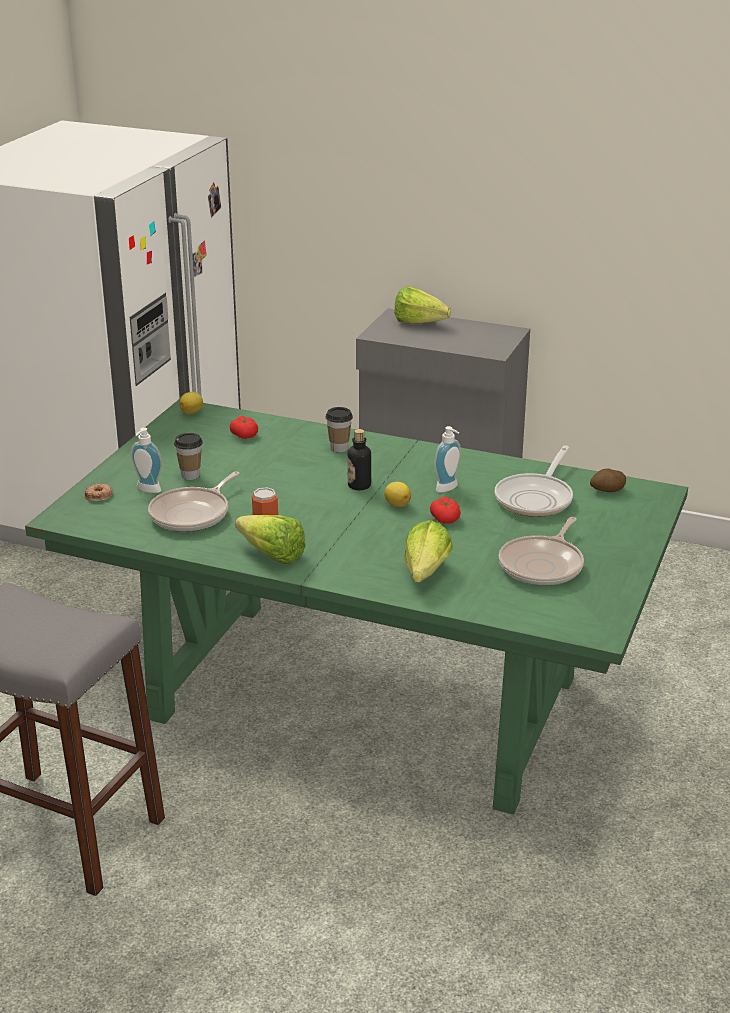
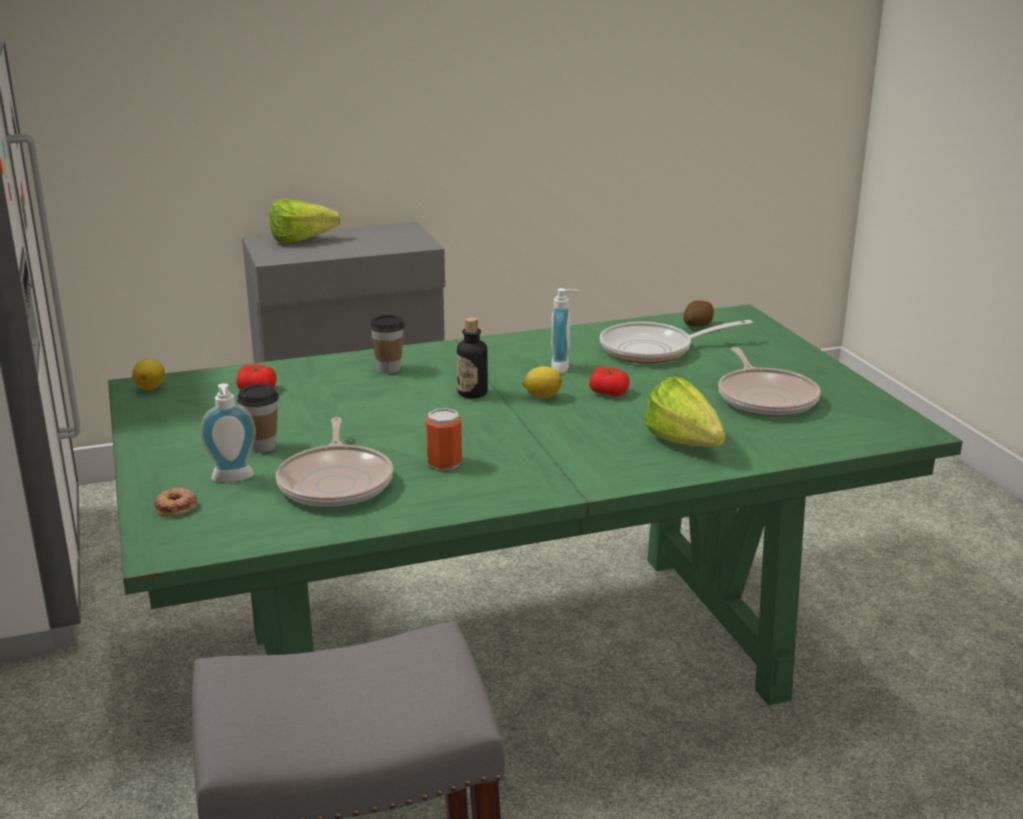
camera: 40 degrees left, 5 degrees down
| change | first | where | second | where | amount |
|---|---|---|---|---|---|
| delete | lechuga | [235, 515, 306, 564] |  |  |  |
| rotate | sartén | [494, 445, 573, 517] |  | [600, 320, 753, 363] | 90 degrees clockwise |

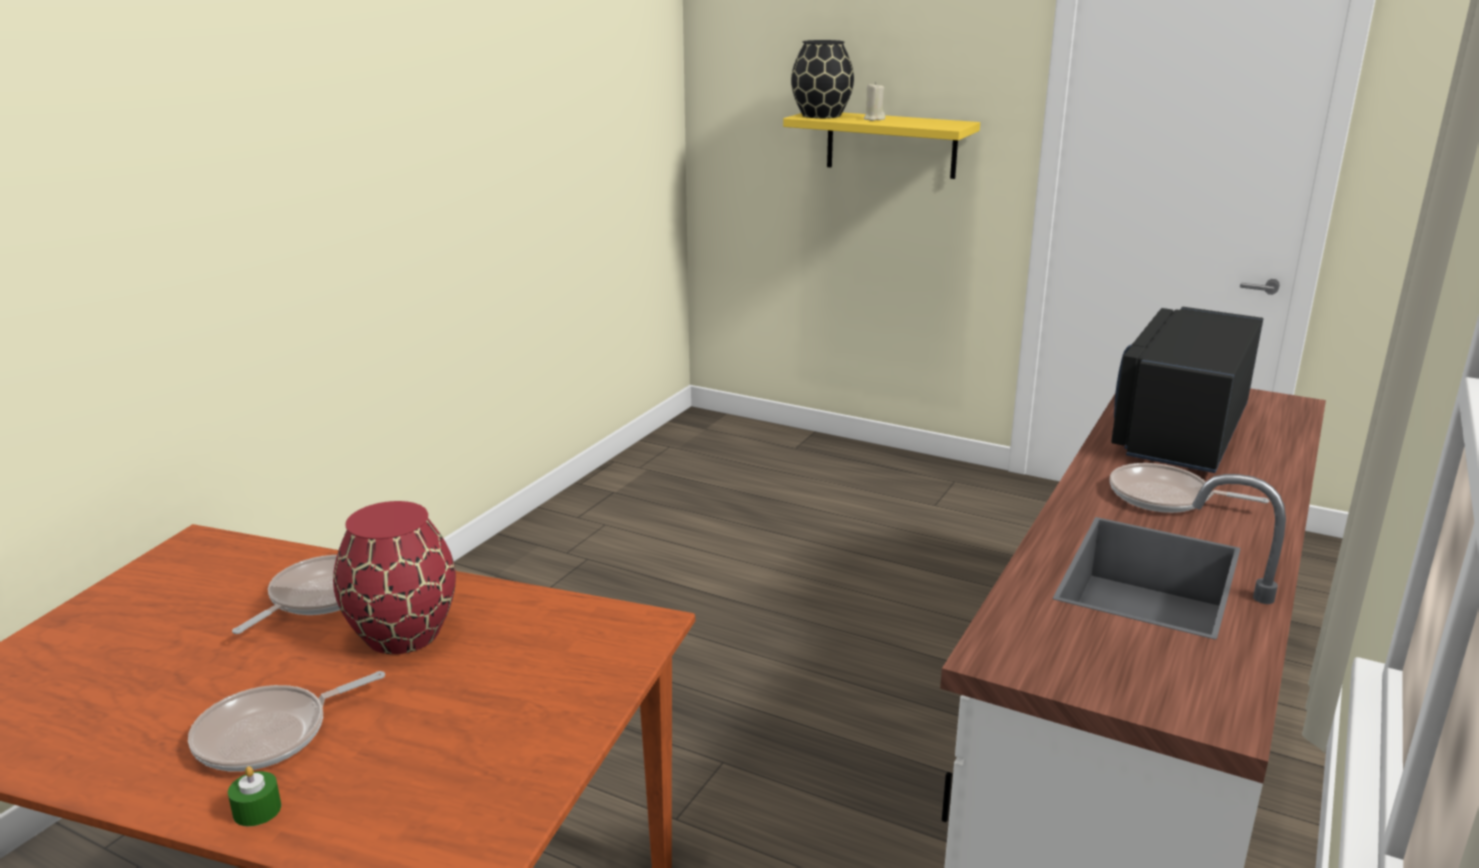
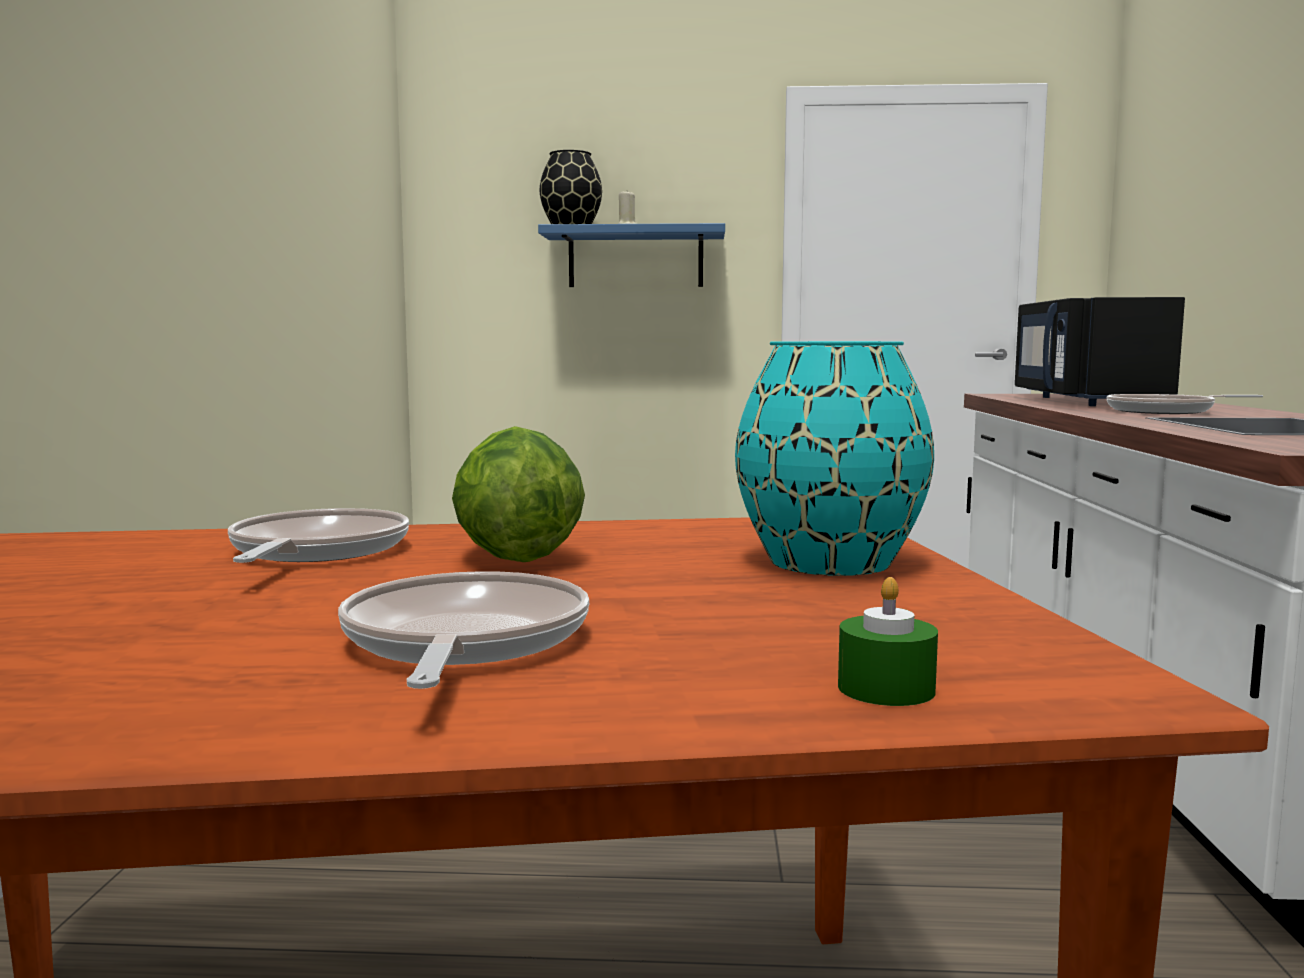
camera: 25 degrees left, 15 degrees down
| change | first | where | second | where | amount |
|---|---|---|---|---|---|
| rotate | sartén | [188, 671, 385, 772] |  | [338, 571, 589, 689] | 150 degrees clockwise |
| move | vela (verde) | [228, 766, 281, 826] |  | [838, 577, 938, 706] |  |
| replace | florero (rojo) | [333, 501, 456, 654] | lechuga | [452, 426, 585, 562] |  |
| recolor | estante (amarillo) | [783, 113, 980, 179] | estante (azul) | [538, 223, 725, 287] |  |
| insert |  |  | florero (turquesa) | [735, 341, 934, 576] |  |

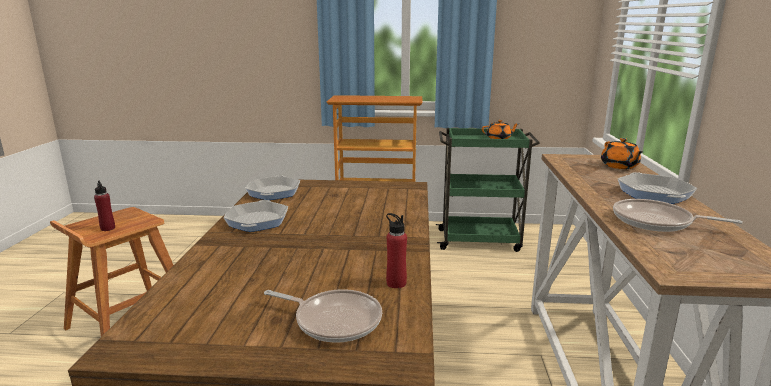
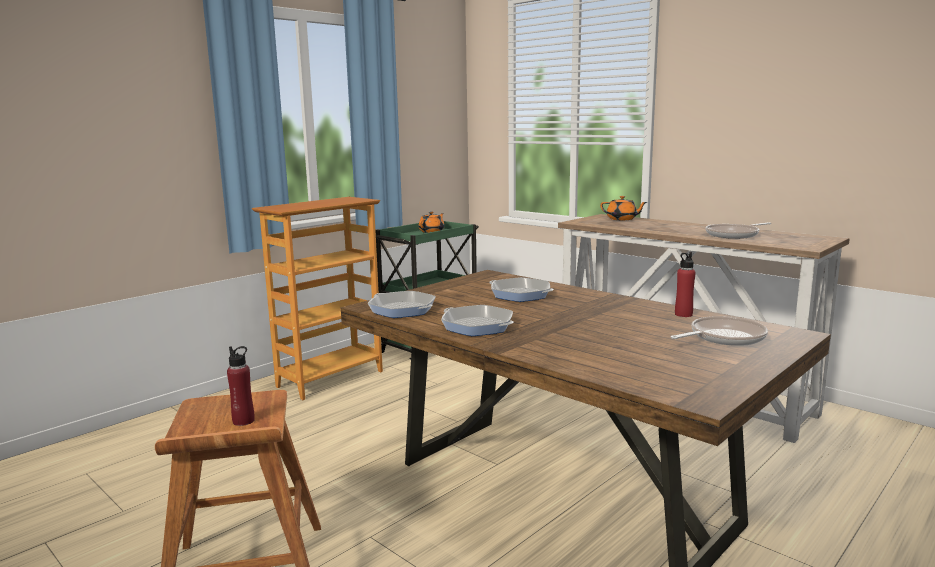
camera: 50 degrees left, 5 degrees down
| change | first | where | second | where | amount |
|---|---|---|---|---|---|
| move | sartén | [618, 172, 697, 204] |  | [489, 277, 554, 302] |  |

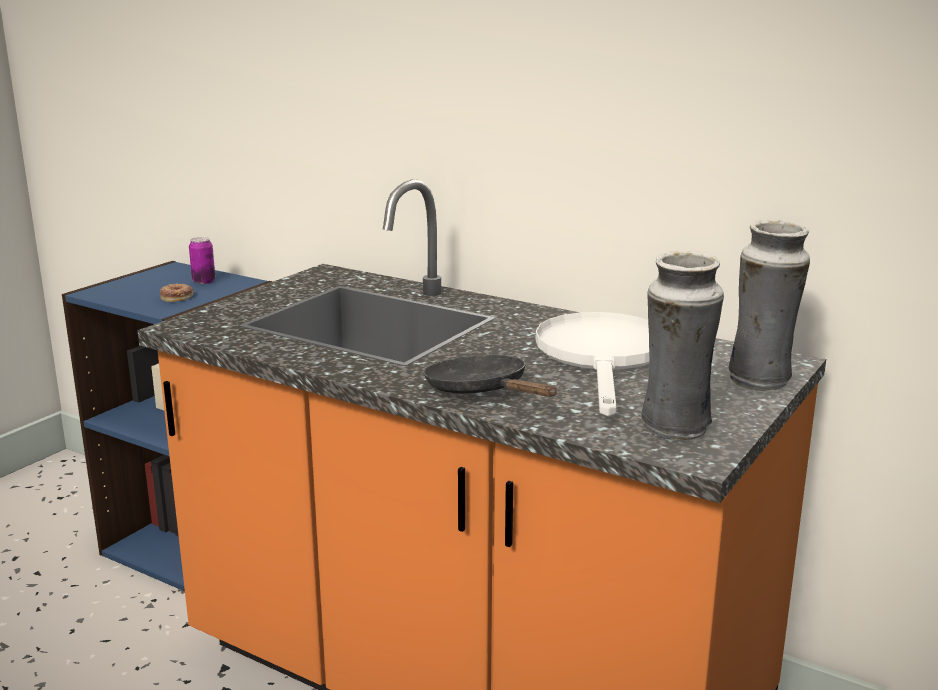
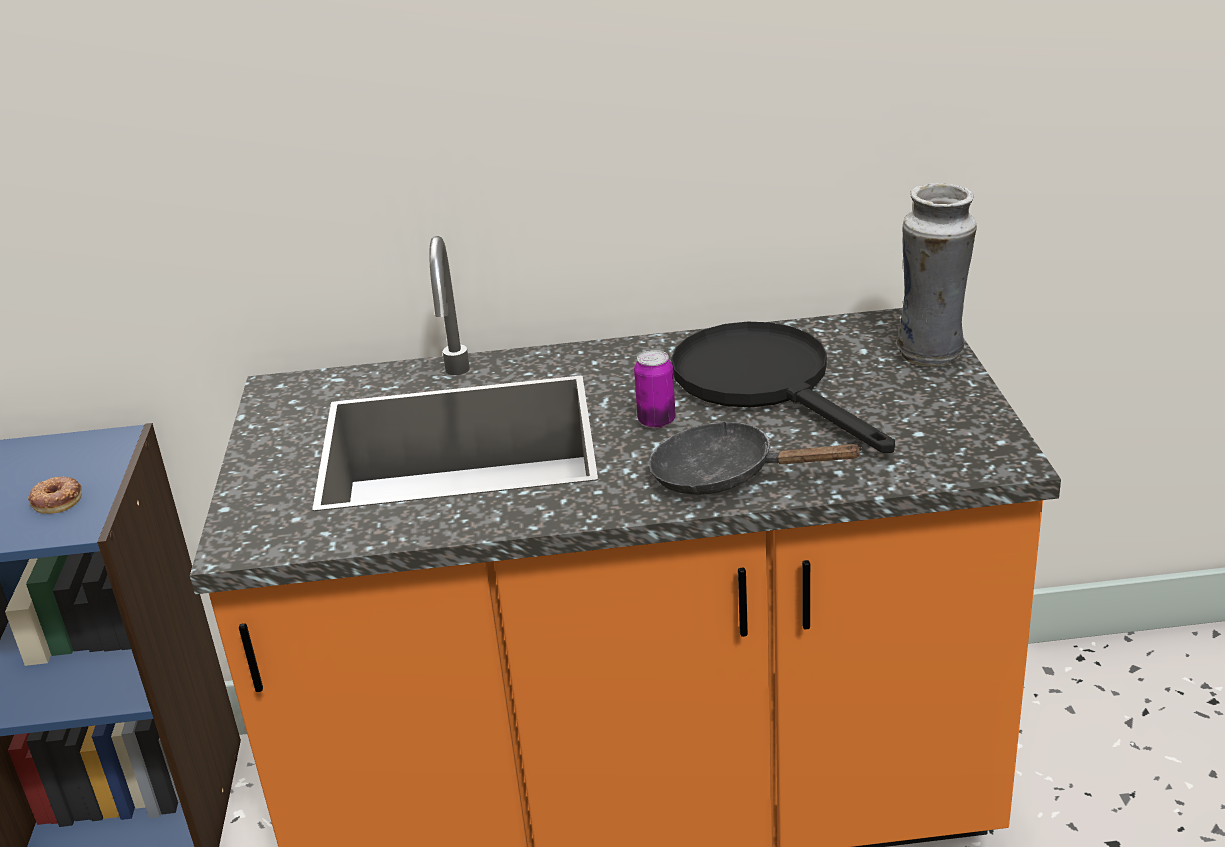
camera: 35 degrees left, 10 degrees up
| change | first | where | second | where | amount |
|---|---|---|---|---|---|
| move | lata | [189, 237, 215, 284] |  | [634, 350, 676, 429] |  |
| recolor | sartén (blanco) | [536, 312, 649, 416] | sartén (negro) | [671, 322, 895, 453] |  |
| delete | florero | [641, 251, 724, 440] |  |  |  |

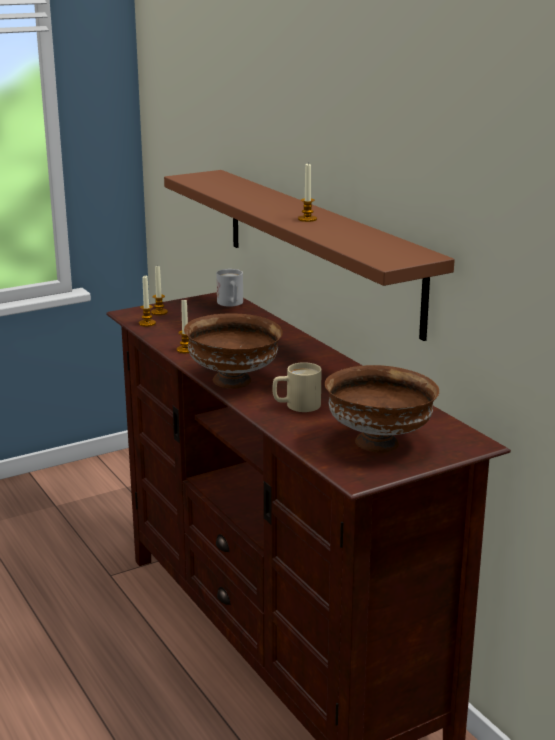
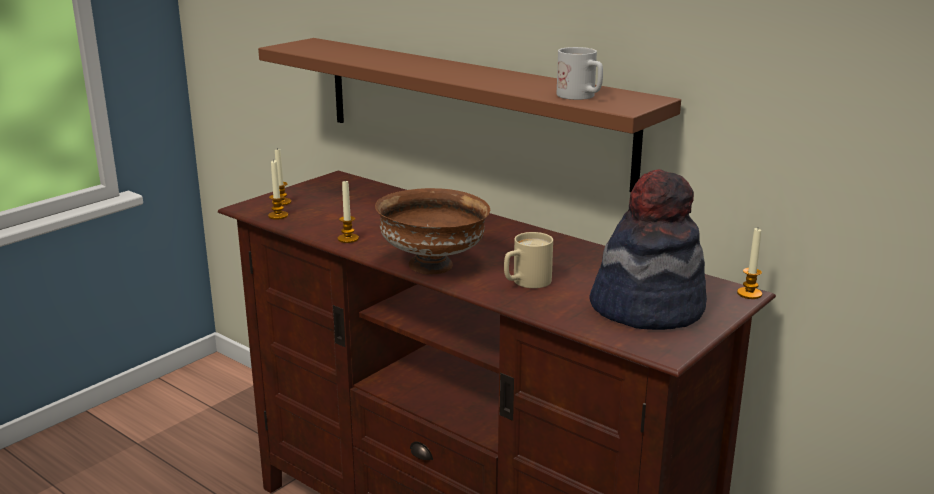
camera: 20 degrees left, 0 degrees up
| change | first | where | second | where | amount |
|---|---|---|---|---|---|
| move | taza grande (blanco) | [216, 269, 243, 307] |  | [557, 47, 603, 100] |  |
| move | vela | [298, 164, 317, 222] |  | [737, 228, 762, 299] |  |
| replace | cuenco (marrón) | [324, 365, 439, 453] | sombrero | [589, 169, 707, 330] |  |

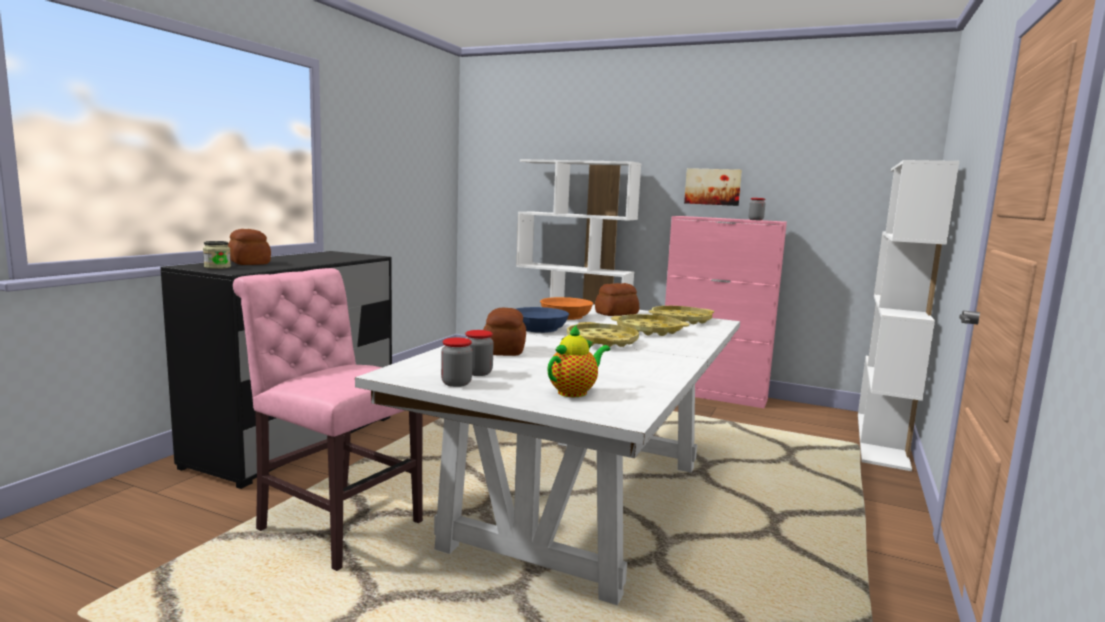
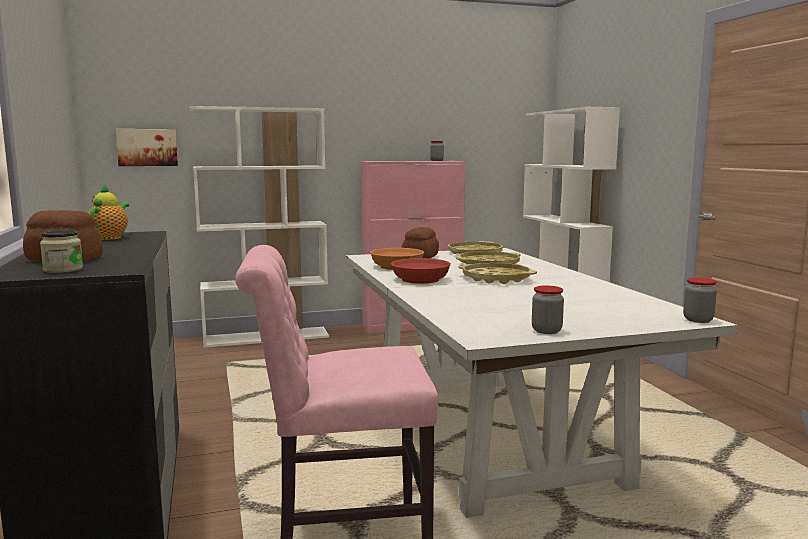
camera: 40 degrees left, 0 degrees up
| change | first | where | second | where | amount |
|---|---|---|---|---|---|
| move | tarro | [465, 330, 494, 376] |  | [683, 277, 717, 323] |  |
| delete | pan | [483, 308, 526, 356] |  |  |  |
| recolor | cuenco (azul) | [516, 307, 569, 333] | cuenco (rojo) | [391, 258, 451, 284] |  |
| move | tetera | [547, 325, 610, 397] |  | [88, 184, 129, 240] |  |
| move | cuadro | [684, 168, 742, 206] |  | [116, 129, 178, 166] |  |

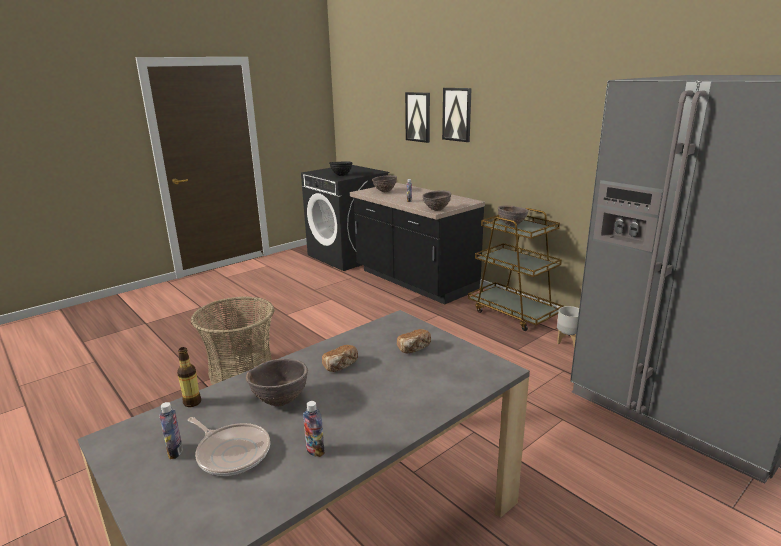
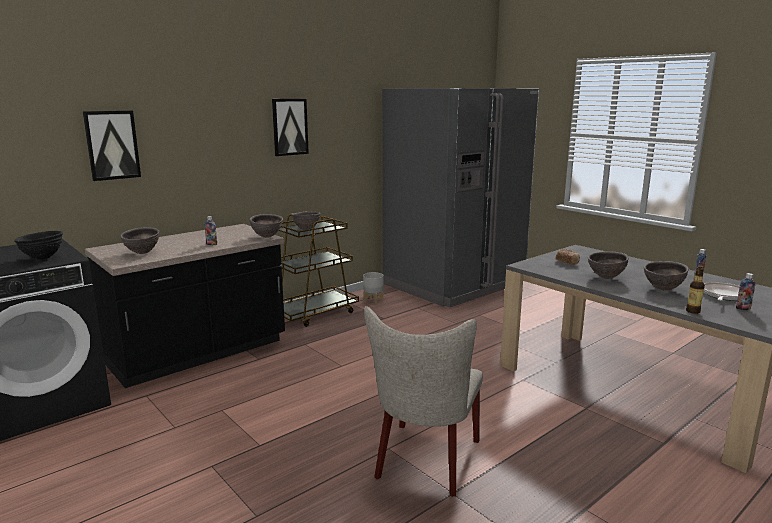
camera: 90 degrees left, 5 degrees down
| change | first | where | second | where | amount |
|---|---|---|---|---|---|
| replace | cesta | [191, 296, 275, 385] | silla (beis) | [364, 306, 483, 497] |  |
| replace | pan | [322, 345, 358, 372] | cuenco (marrón) | [588, 251, 629, 279] |  |
| move | cuadro | [442, 88, 472, 142] |  | [272, 99, 309, 156] |  |

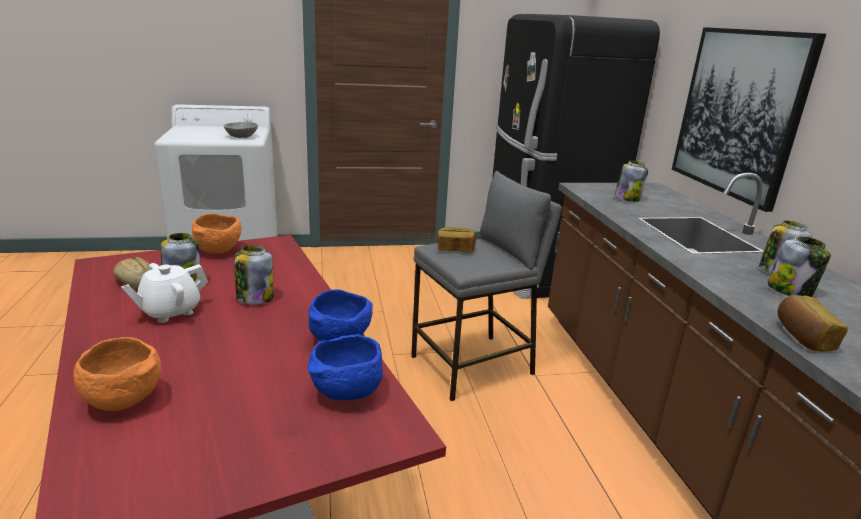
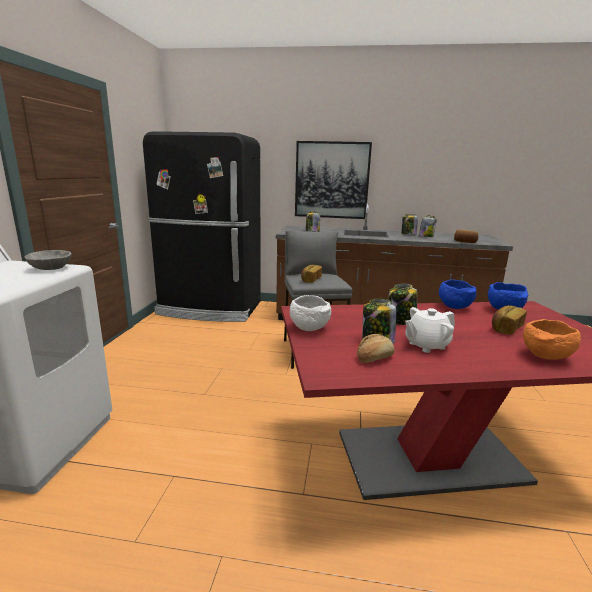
camera: 70 degrees left, 5 degrees down
| change | first | where | second | where | amount |
|---|---|---|---|---|---|
| rotate | tetera (blanco) | [121, 263, 208, 323] |  | [405, 307, 455, 353] | 90 degrees clockwise |
| recolor | cuenco (naranja) | [192, 213, 242, 254] | cuenco (blanco) | [290, 295, 331, 331] |  |
| insert |  |  | pan | [492, 305, 527, 335] |  |

